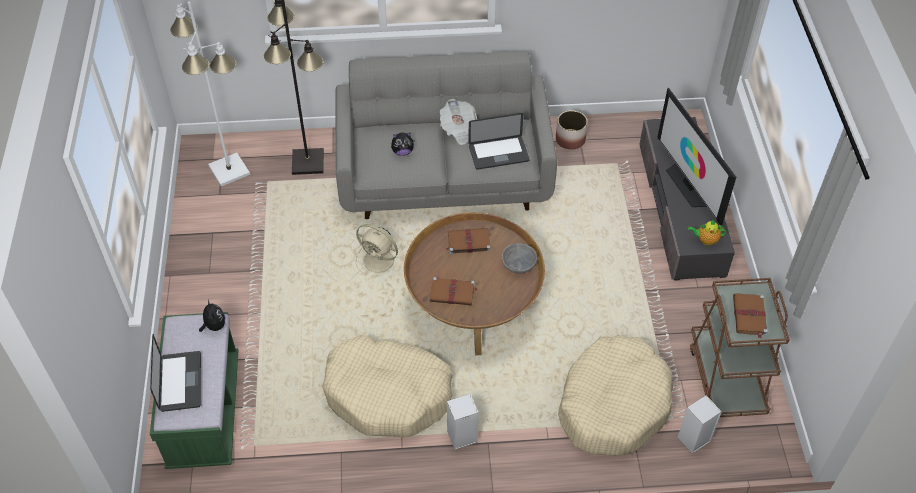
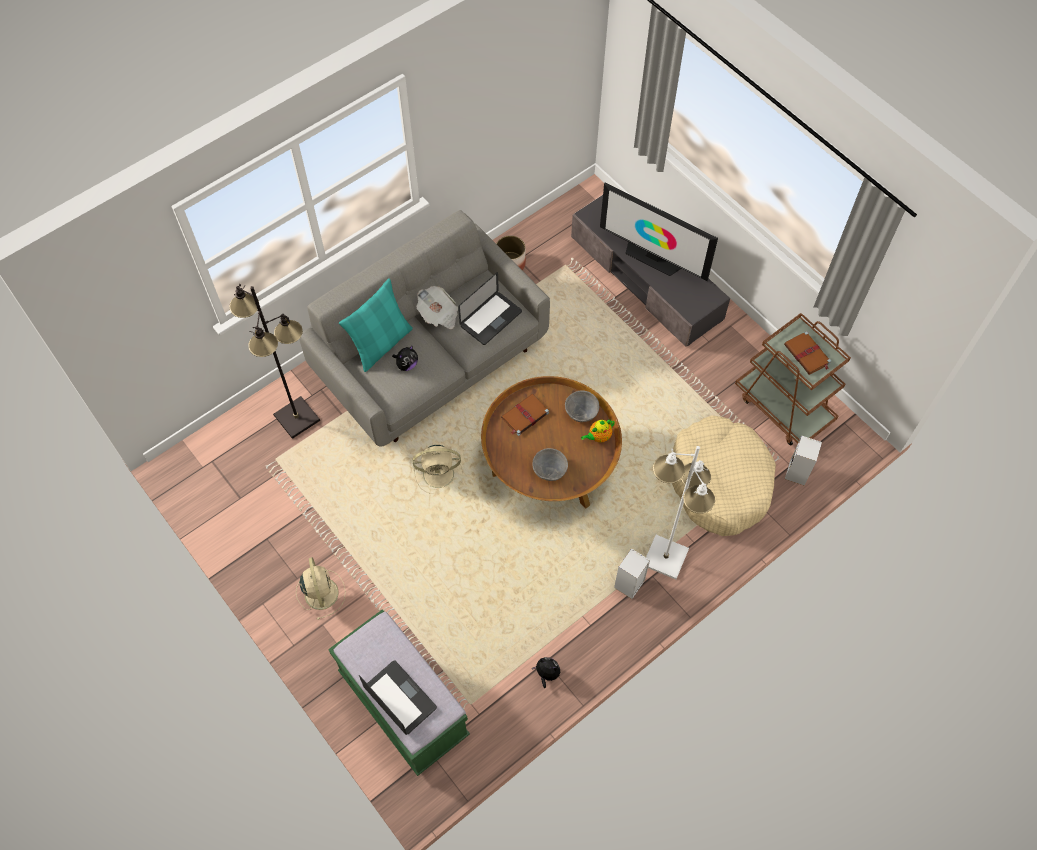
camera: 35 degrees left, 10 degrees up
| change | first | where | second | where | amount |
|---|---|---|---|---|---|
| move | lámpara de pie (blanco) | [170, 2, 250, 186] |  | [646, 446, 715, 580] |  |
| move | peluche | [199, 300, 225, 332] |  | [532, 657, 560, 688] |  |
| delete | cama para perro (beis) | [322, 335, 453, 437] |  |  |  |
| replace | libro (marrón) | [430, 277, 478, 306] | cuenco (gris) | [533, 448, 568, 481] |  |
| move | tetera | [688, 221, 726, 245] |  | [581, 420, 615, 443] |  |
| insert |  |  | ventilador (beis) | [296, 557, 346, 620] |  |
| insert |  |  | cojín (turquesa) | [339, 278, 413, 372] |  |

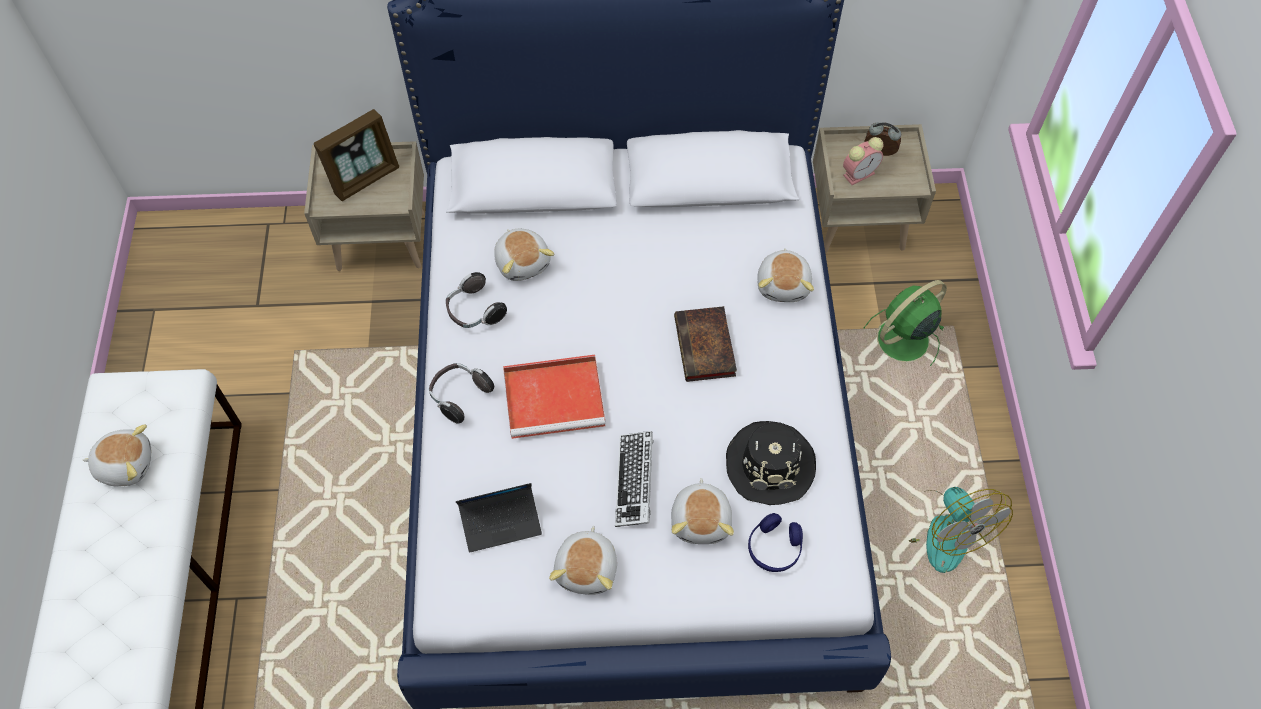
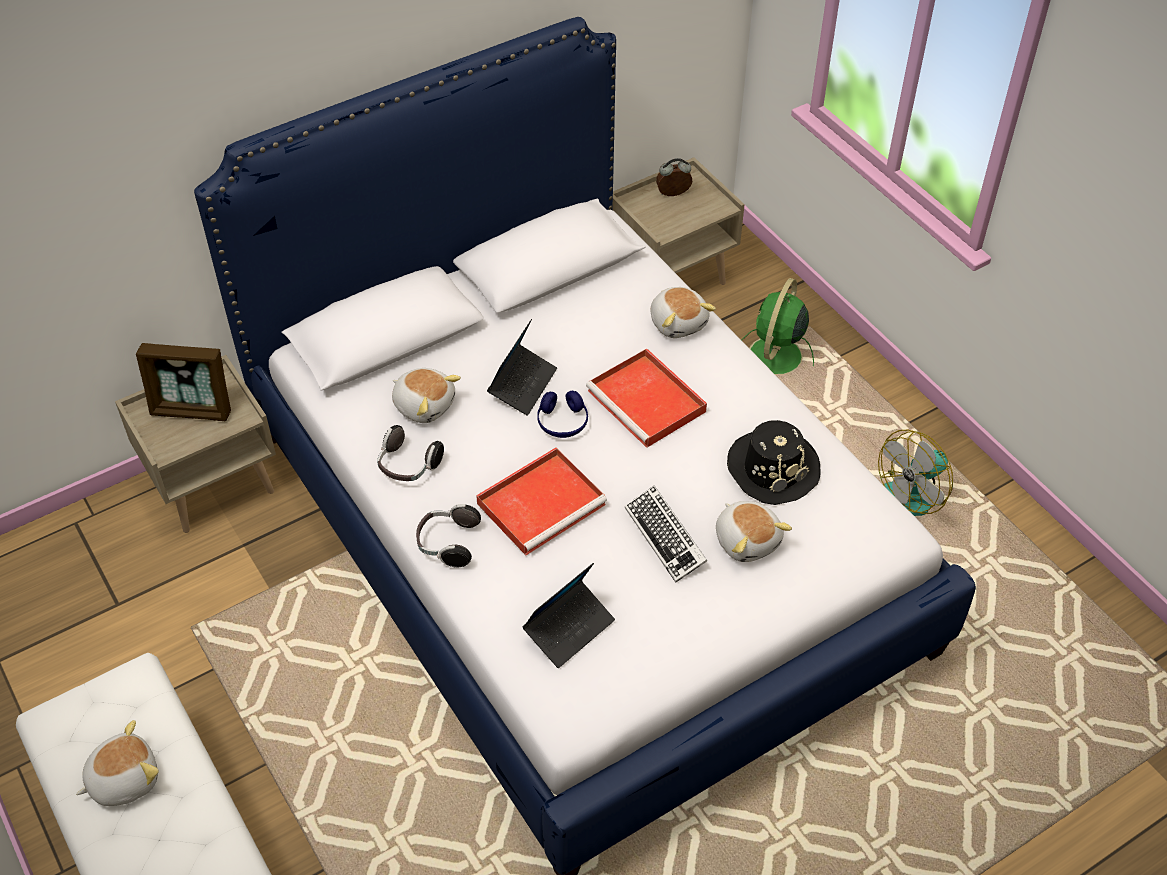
camera: 30 degrees left, 10 degrees down
| change | first | where | second | where | amount |
|---|---|---|---|---|---|
| rotate | portarretratos | [314, 109, 399, 201] |  | [136, 343, 231, 421] | 75 degrees clockwise |
| delete | peluche | [549, 526, 617, 595] |  |  |  |
| replace | libro | [674, 306, 737, 382] | bandeja (rojo) | [586, 348, 707, 448] |  |
| move | auriculares (azul) | [748, 513, 803, 572] |  | [537, 390, 588, 438] |  |
| delete | despertador | [843, 137, 883, 185] |  |  |  |
| rotate | ventilador | [909, 487, 1013, 573] |  | [878, 430, 953, 516] | 105 degrees clockwise |
| insert |  |  | portátil | [487, 319, 557, 416] |  |

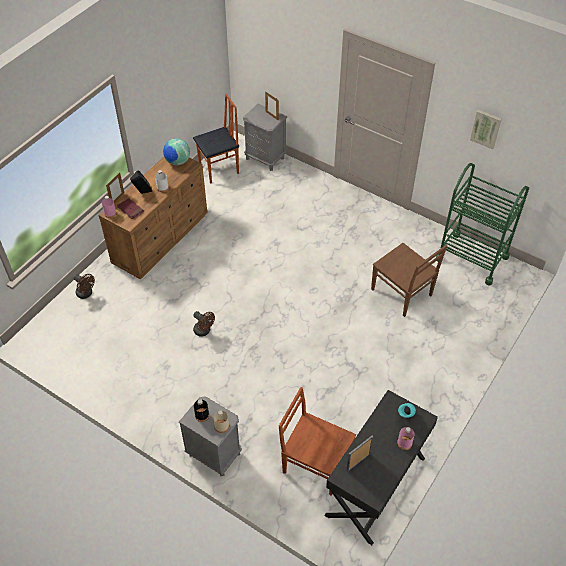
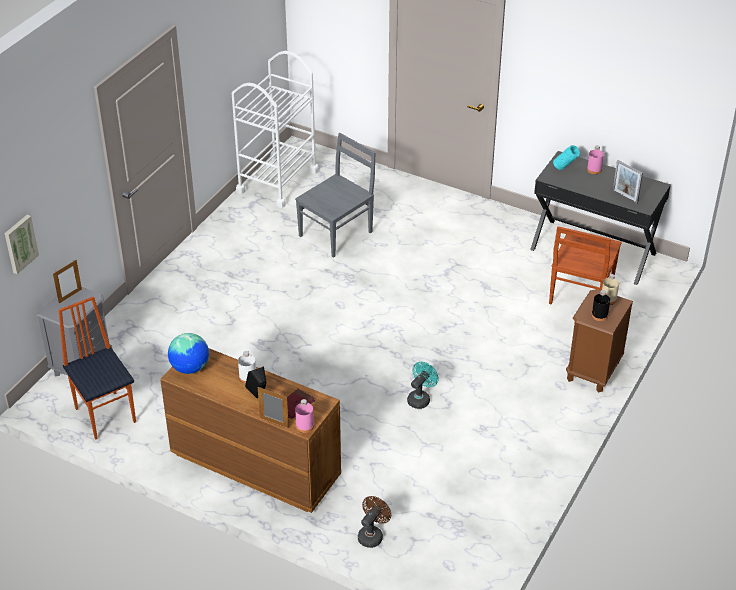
camera: 95 degrees left, 10 degrees down
| change | first | where | second | where | amount |
|---|---|---|---|---|---|
| recolor | mesita de noche (gris) | [178, 396, 242, 476] | mesita de noche (marrón) | [566, 289, 633, 393] |  |
| recolor | ventilador (marrón) | [193, 311, 215, 337] | ventilador (turquesa) | [407, 362, 438, 409] |  |
| recolor | silla (marrón) | [371, 243, 447, 317] | silla (gris) | [295, 133, 376, 258] |  |
| recolor | carrito (verde) | [436, 163, 529, 286] | carrito (blanco) | [232, 51, 319, 208] |  |
| move | cuadro | [470, 109, 502, 149] |  | [4, 215, 39, 274] |  |

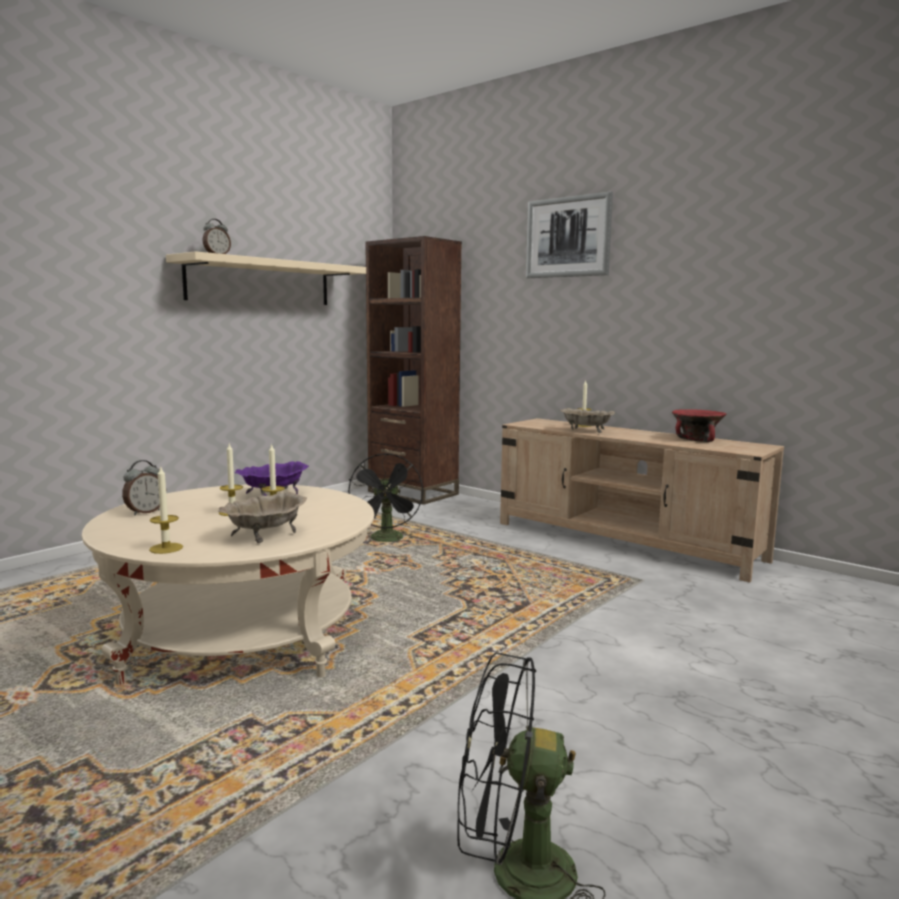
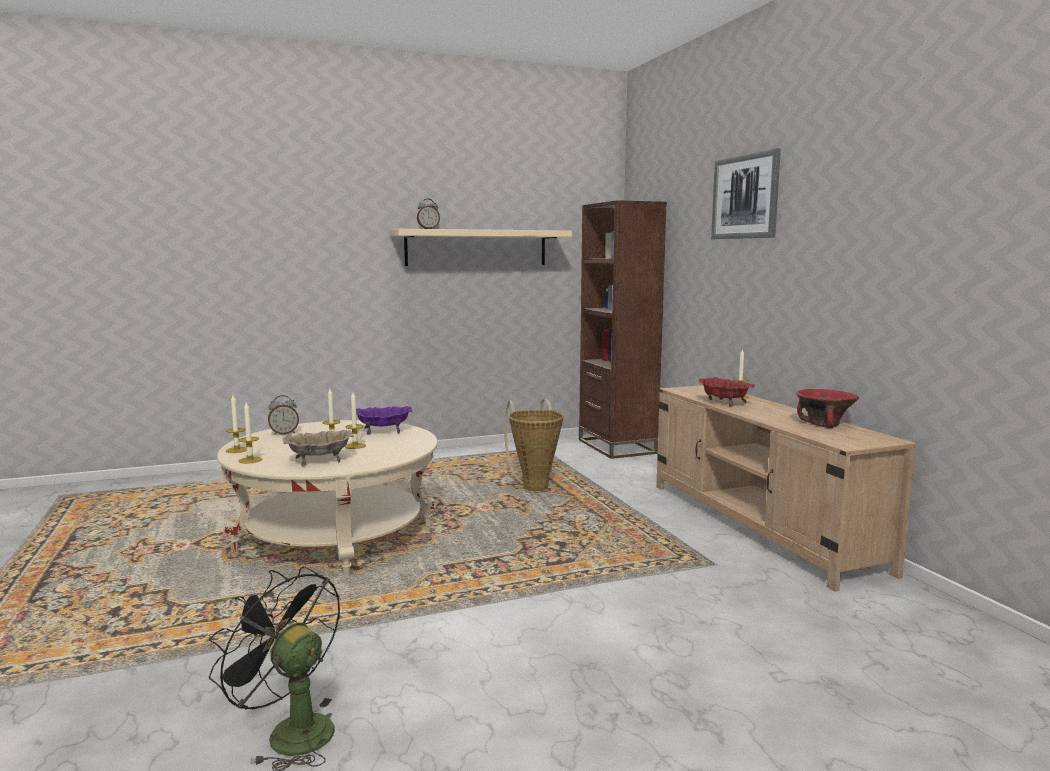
camera: 30 degrees right, 0 degrees up
| change | first | where | second | where | amount |
|---|---|---|---|---|---|
| replace | ventilador (negro) | [348, 453, 423, 542] | cesta | [504, 399, 564, 491] |  |
| recolor | cuenco (beis) | [560, 408, 616, 433] | cuenco (rojo) | [698, 377, 755, 406] |  |
| insert |  |  | vela | [226, 395, 247, 453] |  |

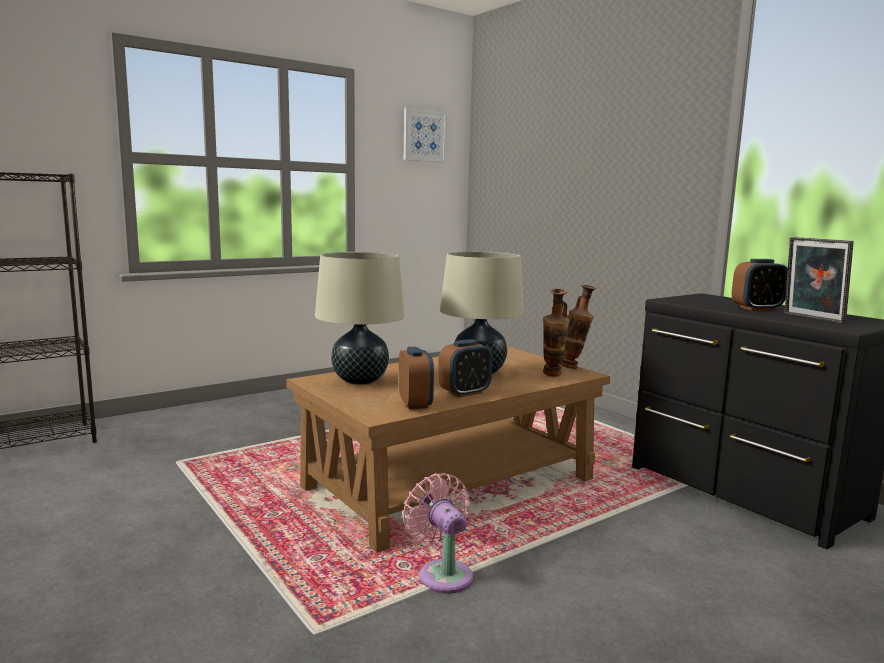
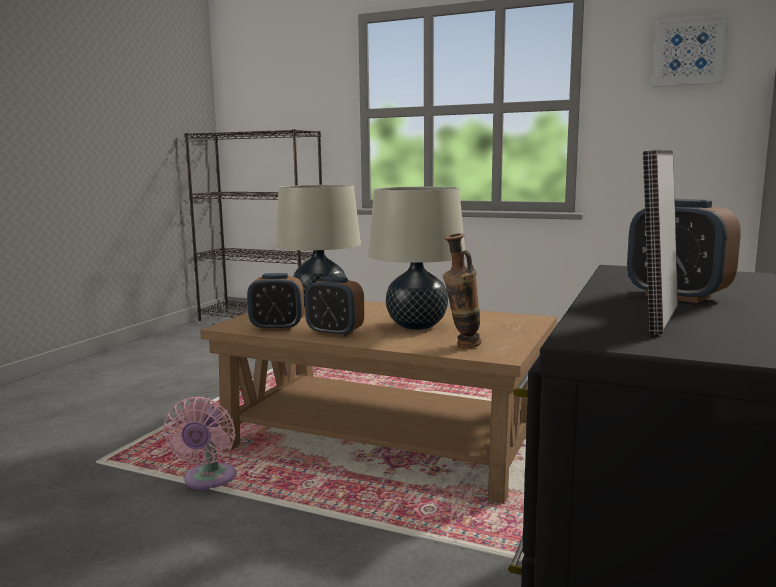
camera: 60 degrees right, 0 degrees up
| change | first | where | second | where | amount |
|---|---|---|---|---|---|
| rotate | despertador | [399, 347, 434, 409] |  | [247, 273, 304, 331] | 45 degrees clockwise |
| rotate | ventilador (rosa) | [403, 473, 473, 594] |  | [163, 397, 236, 490] | 150 degrees clockwise |
| delete | florero | [560, 285, 597, 369] |  |  |  |

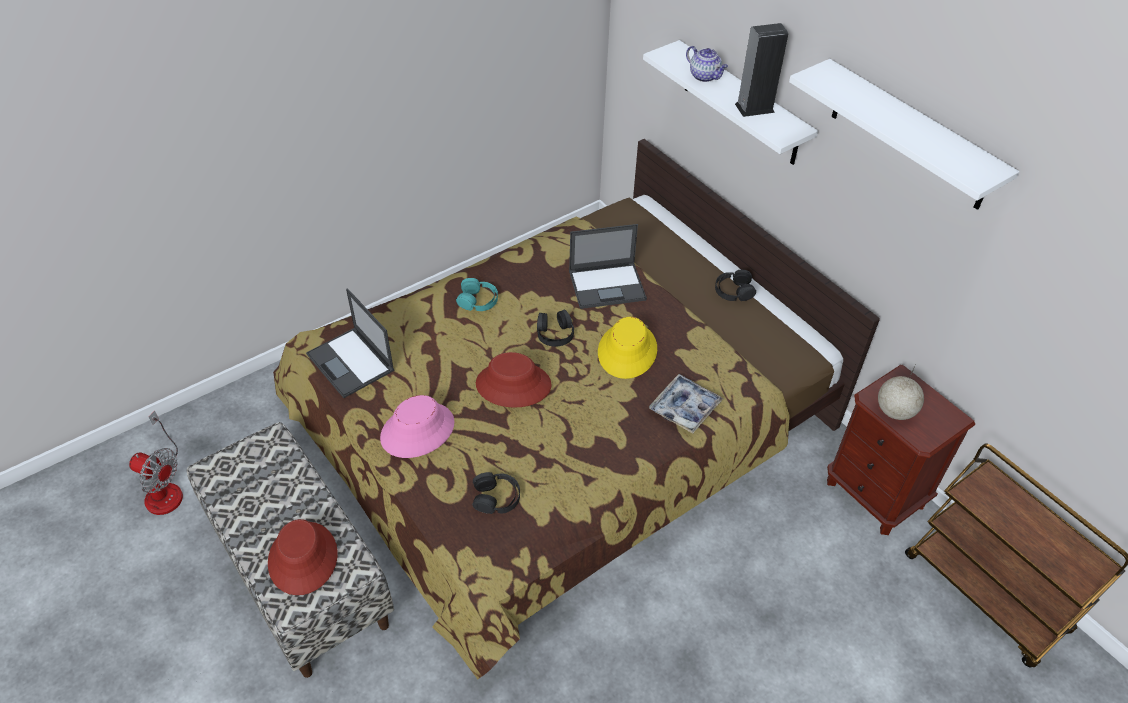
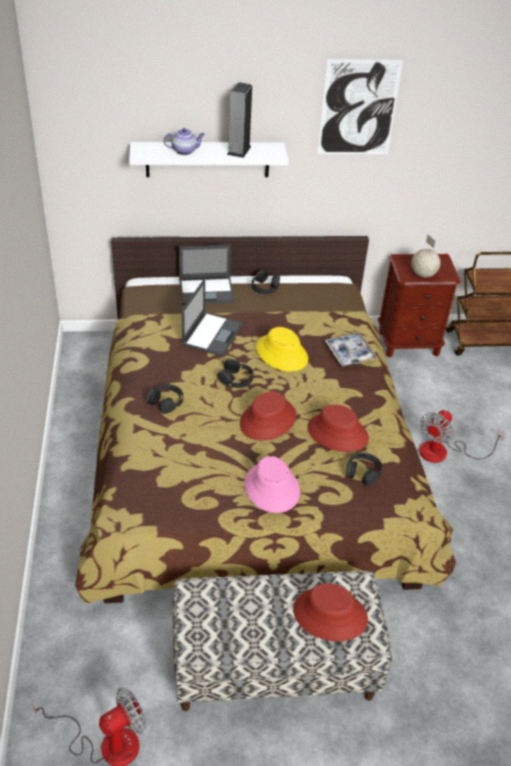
camera: 60 degrees left, 5 degrees down
| change | first | where | second | where | amount |
|---|---|---|---|---|---|
| move | portátil | [306, 288, 395, 398] |  | [179, 244, 235, 305] |  |
| recolor | auriculares (turquesa) | [456, 278, 498, 311] | auriculares (negro) | [146, 384, 183, 414] |  |
| replace | estante (blanco) | [789, 59, 1020, 210] | cuadro | [317, 59, 403, 154] |  |
| insert |  |  | sombrero (rojo) | [307, 404, 369, 452] |  |
| insert |  |  | ventilador | [419, 410, 505, 463] |  |

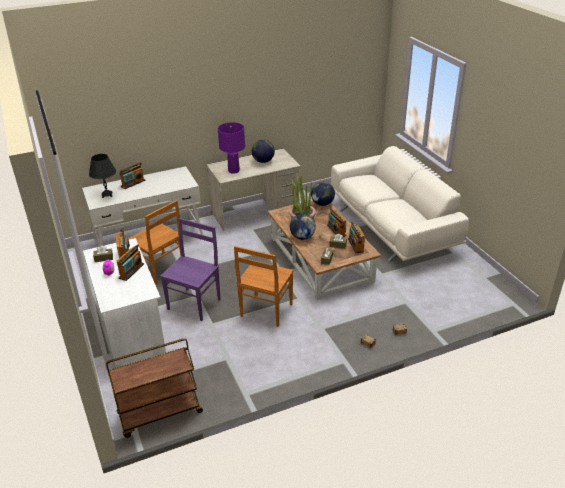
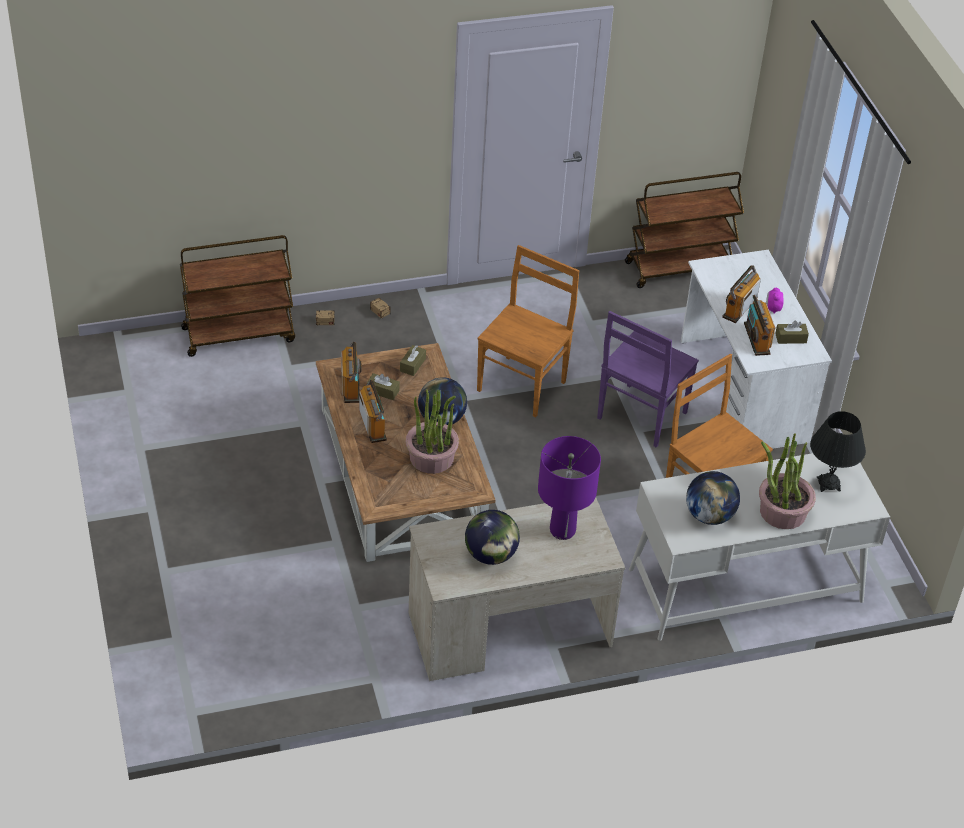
camera: 175 degrees left, 10 degrees up
| change | first | where | second | where | amount |
|---|---|---|---|---|---|
| replace | radio | [120, 162, 145, 189] | planta en maceta | [759, 433, 816, 529] |  |
| move | globo terráqueo | [311, 182, 335, 206] |  | [686, 471, 740, 525] |  |
| delete | sofá (beis) | [331, 146, 469, 262] |  |  |  |
| insert |  |  | carrito (marrón) | [180, 235, 295, 357] |  |

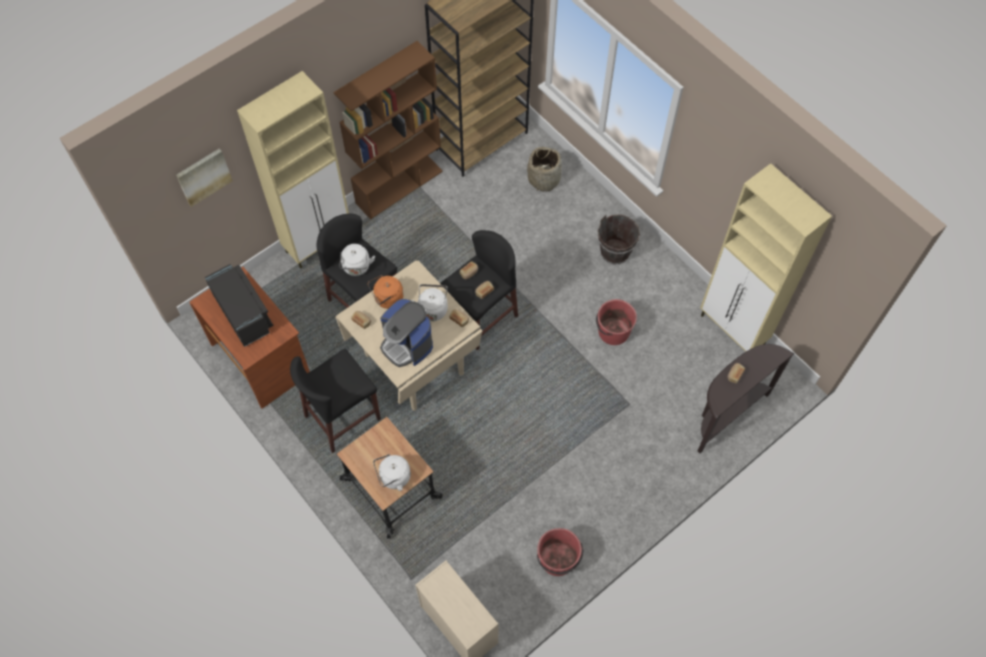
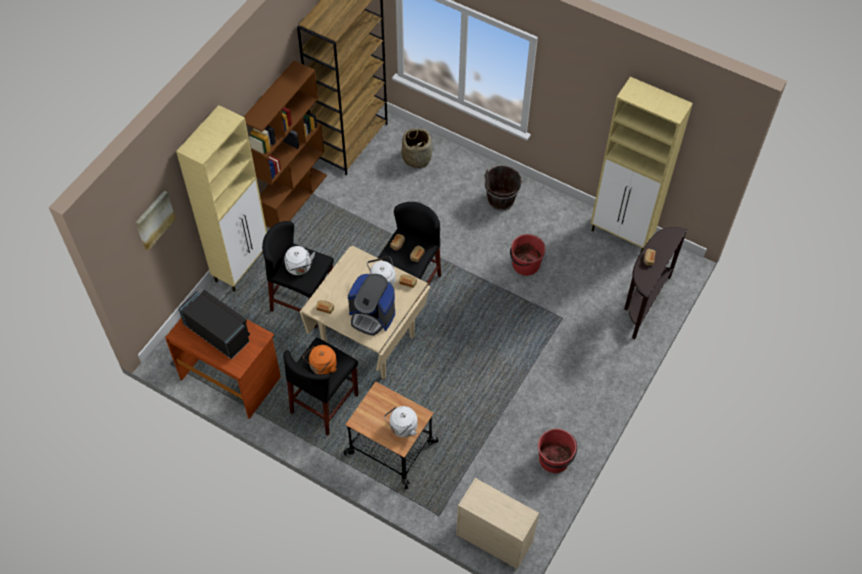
camera: 20 degrees left, 5 degrees down
| change | first | where | second | where | amount |
|---|---|---|---|---|---|
| move | hervidor (naranja) | [368, 275, 404, 309] |  | [303, 345, 337, 374] |  |

